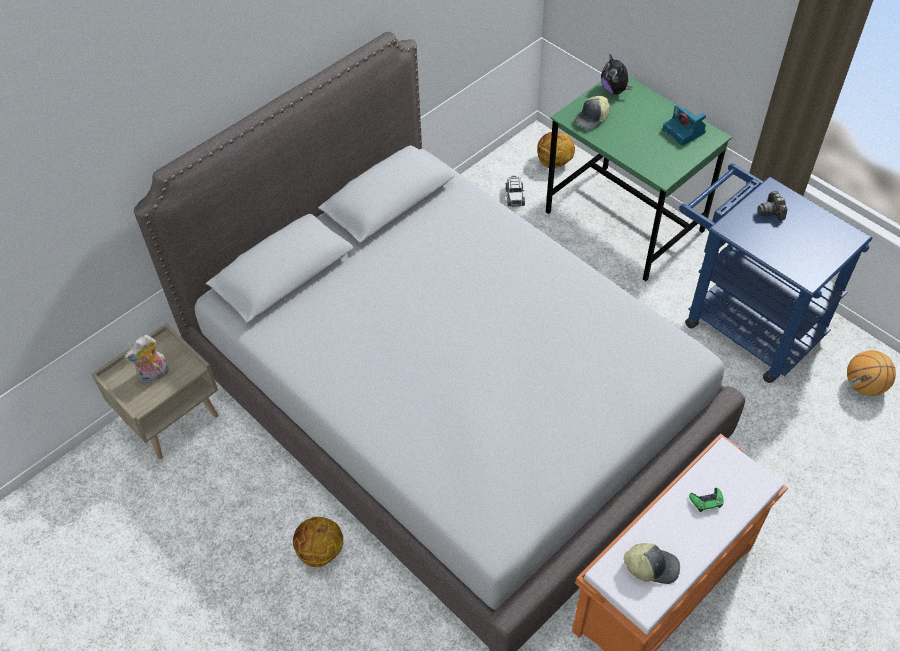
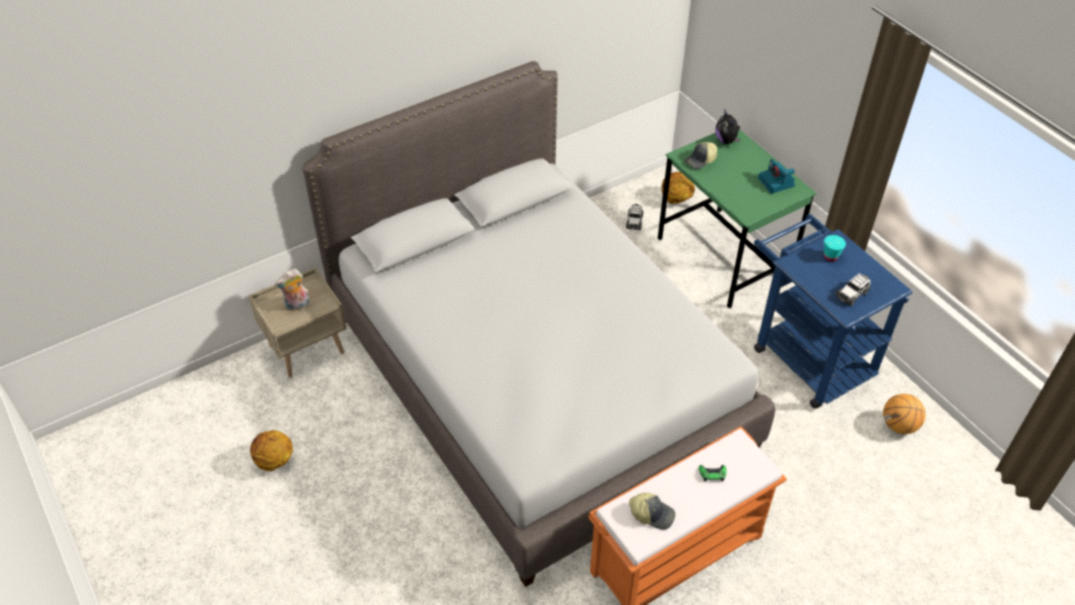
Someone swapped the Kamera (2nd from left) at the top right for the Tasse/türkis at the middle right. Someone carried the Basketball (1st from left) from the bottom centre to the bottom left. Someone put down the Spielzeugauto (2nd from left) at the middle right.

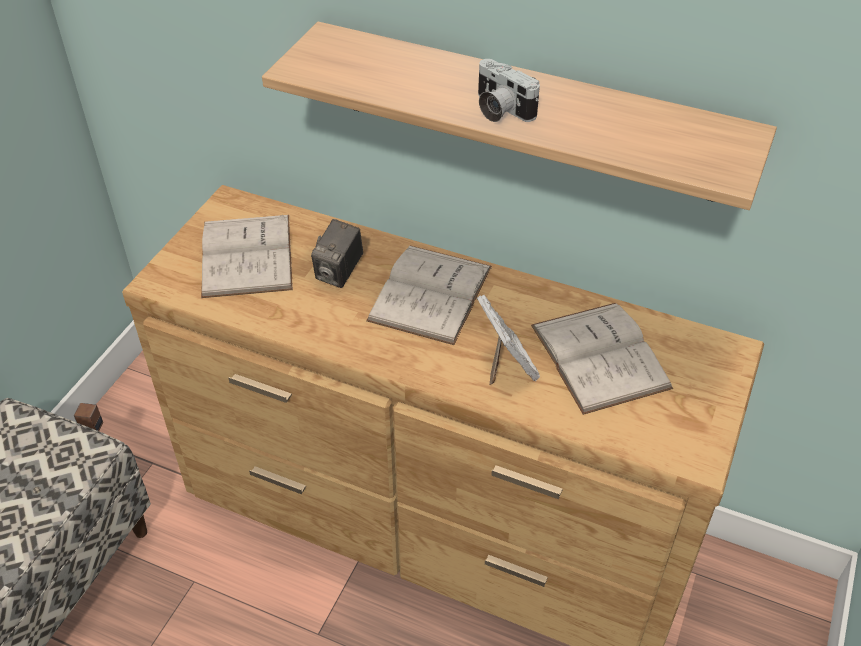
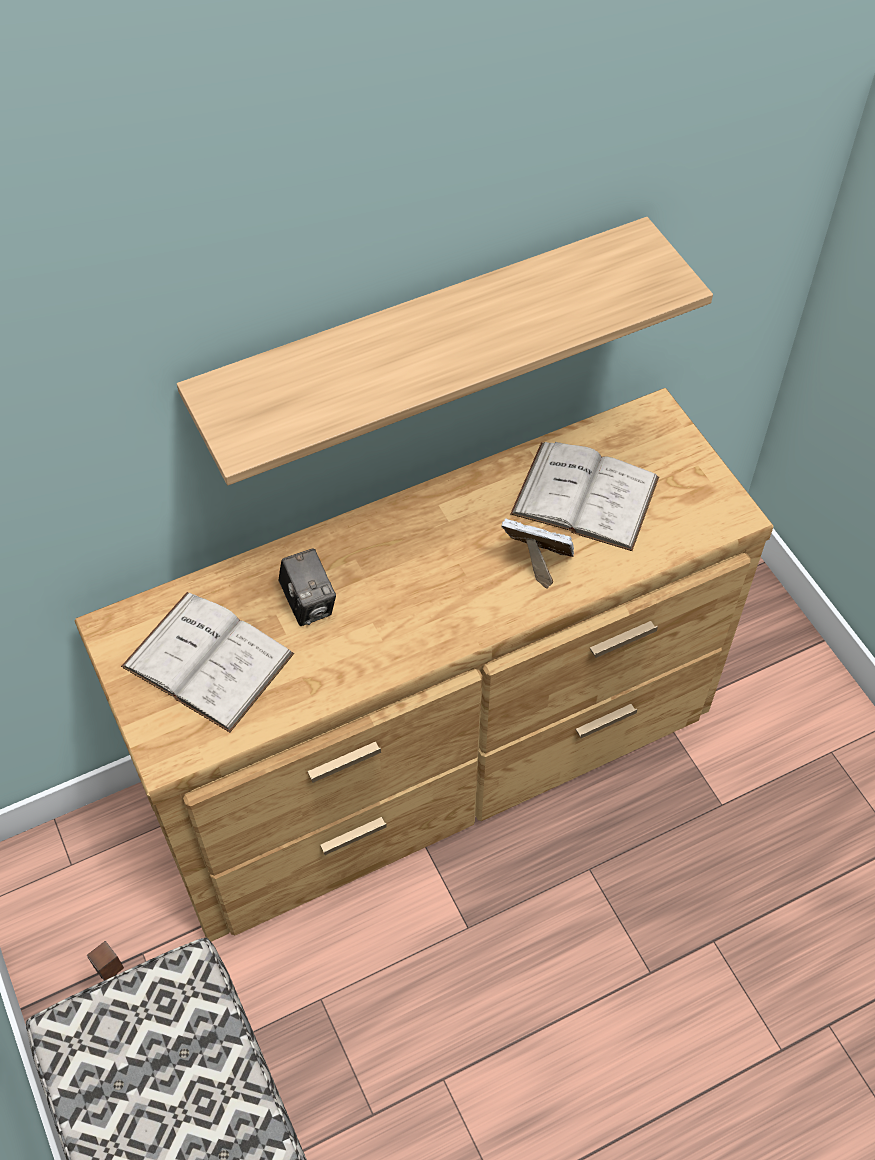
Someone took away the Kamera (2nd from left) at the top centre. Someone took away the Buch/weiß (2nd from left) at the centre.

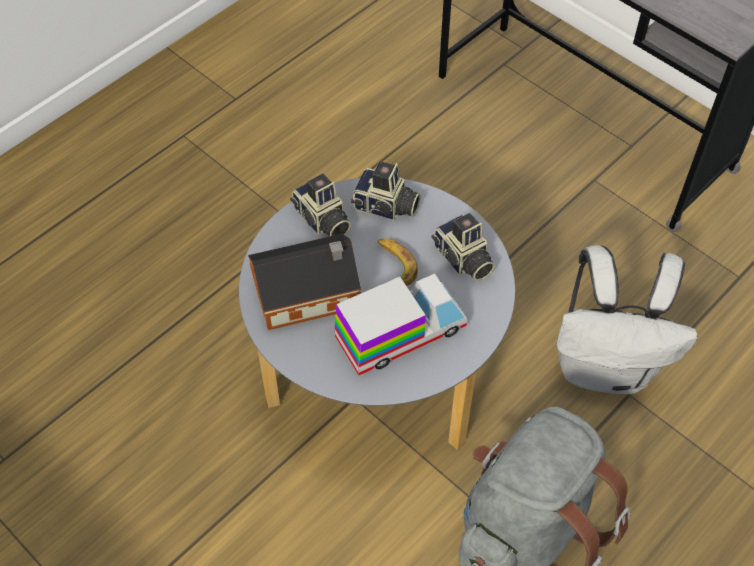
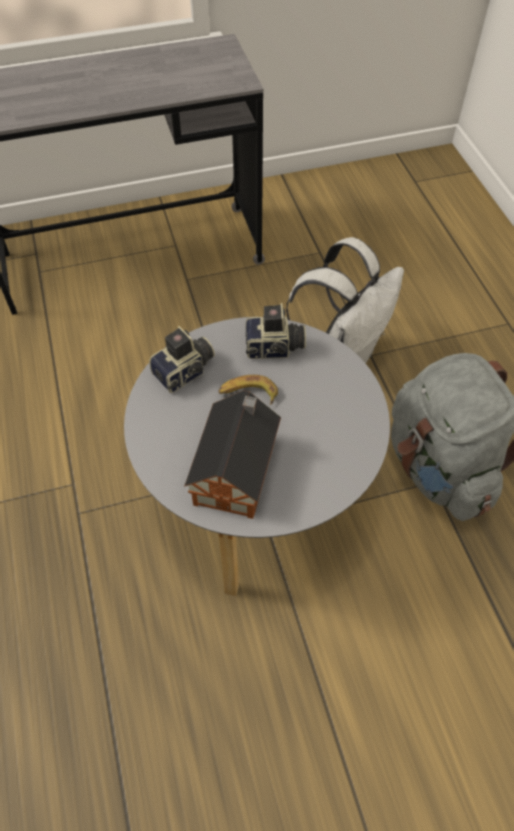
Someone took away the Kamera (1st from left) at the centre. Someone took away the Spielzeuglaster at the centre.

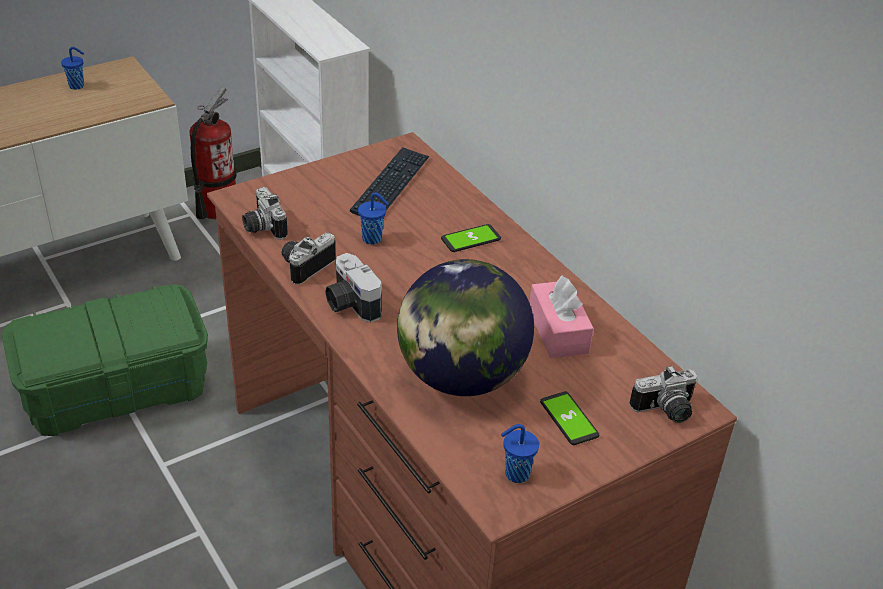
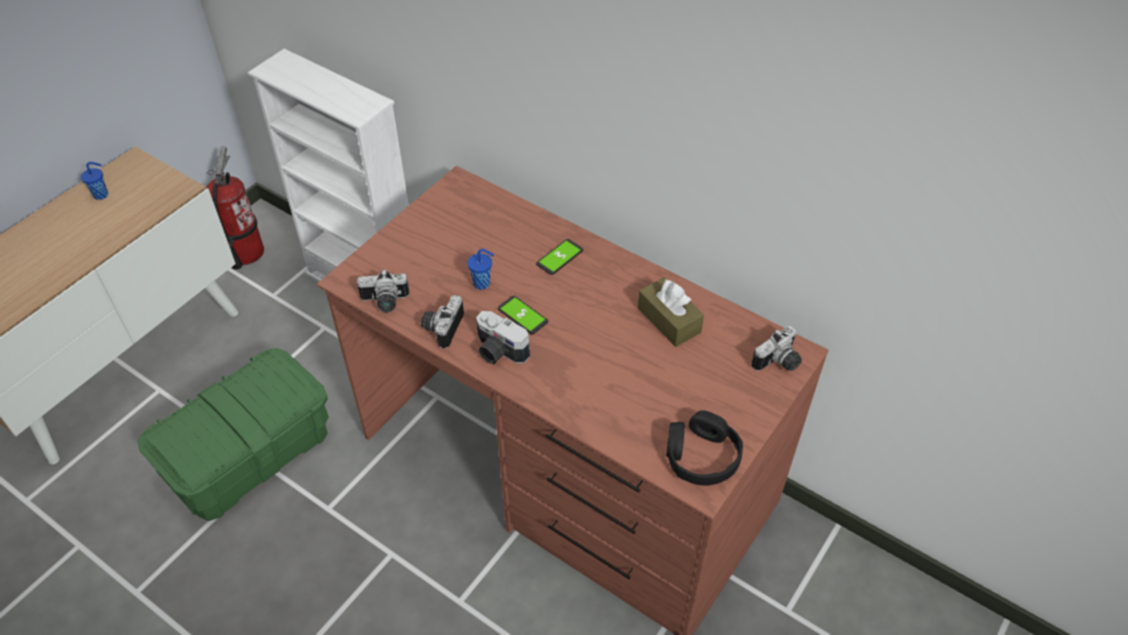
Someone took away the Tastatur at the top centre. Someone rotated the Kamera (1st from left) at the middle left by 45 degrees counterclockwise. Someone took away the Globus at the centre. Someone repainted the Taschentuchbox/rosa at the centre, which became the Taschentuchbox/braun at the centre. Someone carried the Handy (2nd from left in the first image) from the bottom centre to the centre. Someone swapped the Tasse/blau (3rd from left) at the bottom centre for the Kopfhörer/schwarz at the bottom centre.

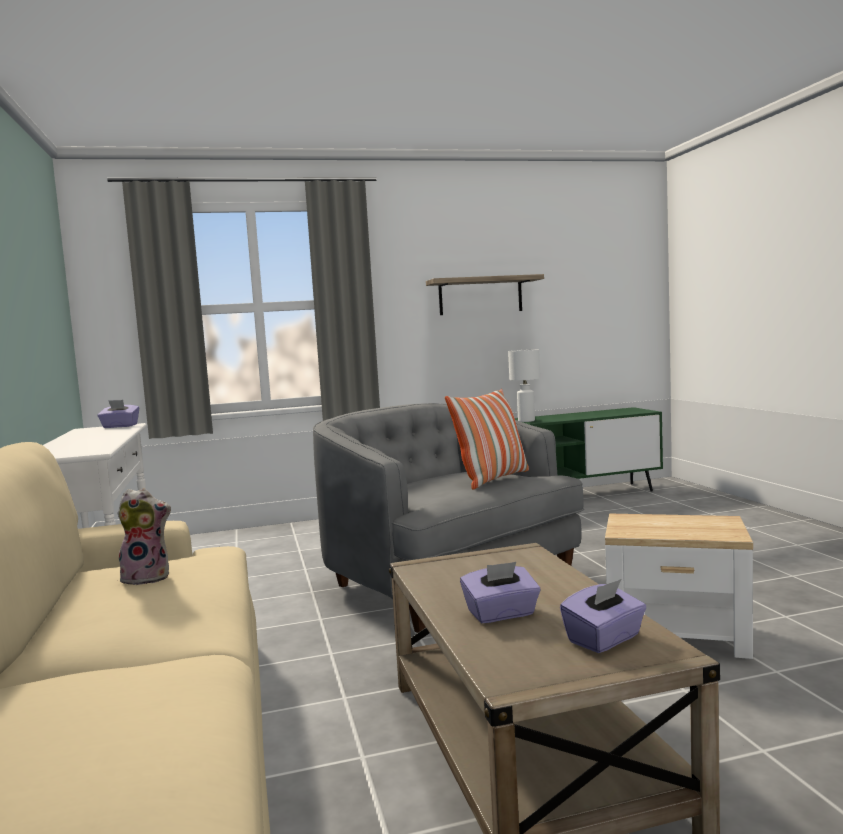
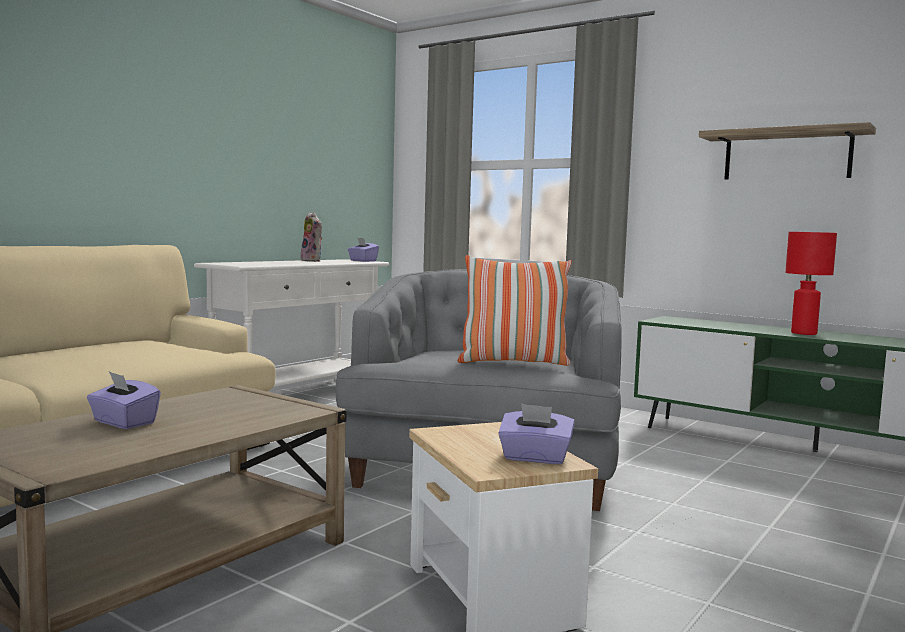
Someone repainted the Tischlampe/weiß at the centre, which became the Tischlampe/rot at the middle right. Someone carried the Plüschtier from the middle left to the centre. Someone carried the Taschentuchbox/lila (3rd from left) from the bottom right to the bottom centre.

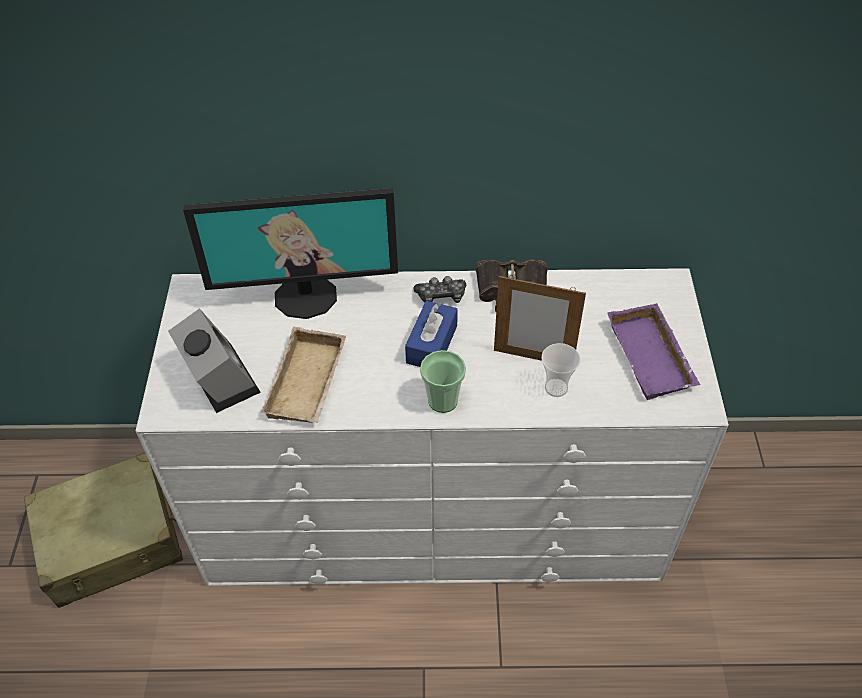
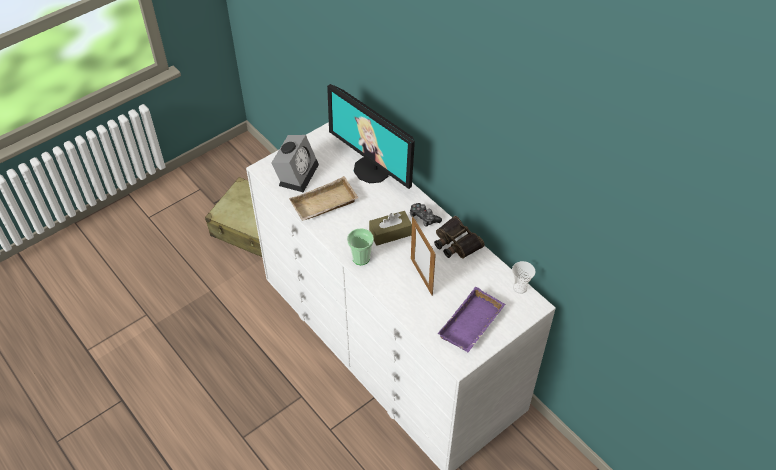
Someone repainted the Taschentuchbox/blau at the centre, which became the Taschentuchbox/braun at the centre. Someone carried the Tasse (2nd from left) from the centre to the middle right.

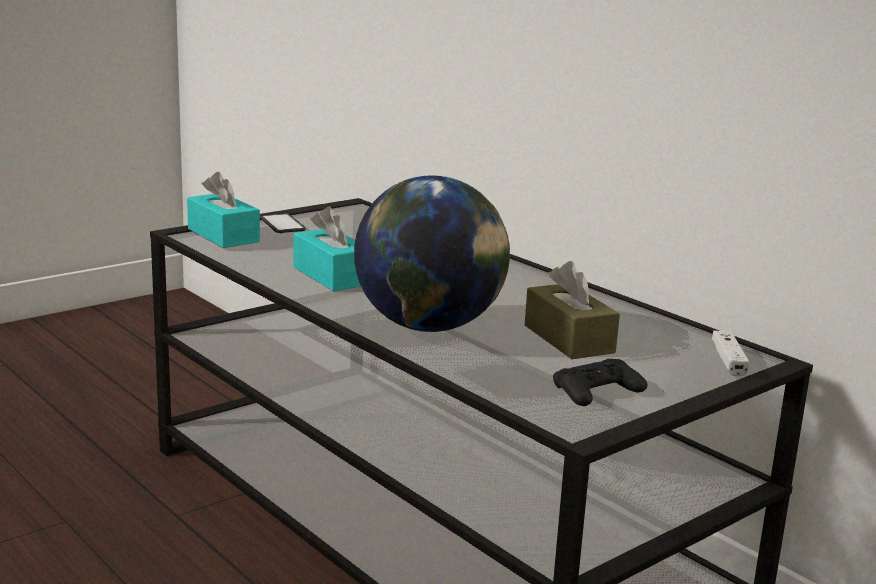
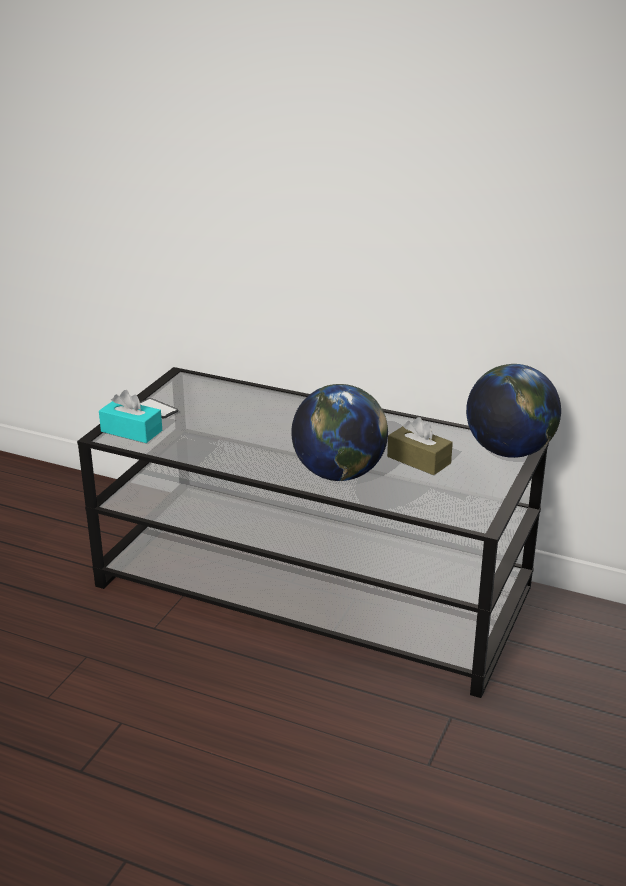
Someone took away the Taschentuchbox/türkis (2nd from left) at the centre. Someone swapped the Gamepad/weiß at the middle right for the Globus (2nd from left) at the middle right. Someone took away the Gamepad/schwarz at the middle right.

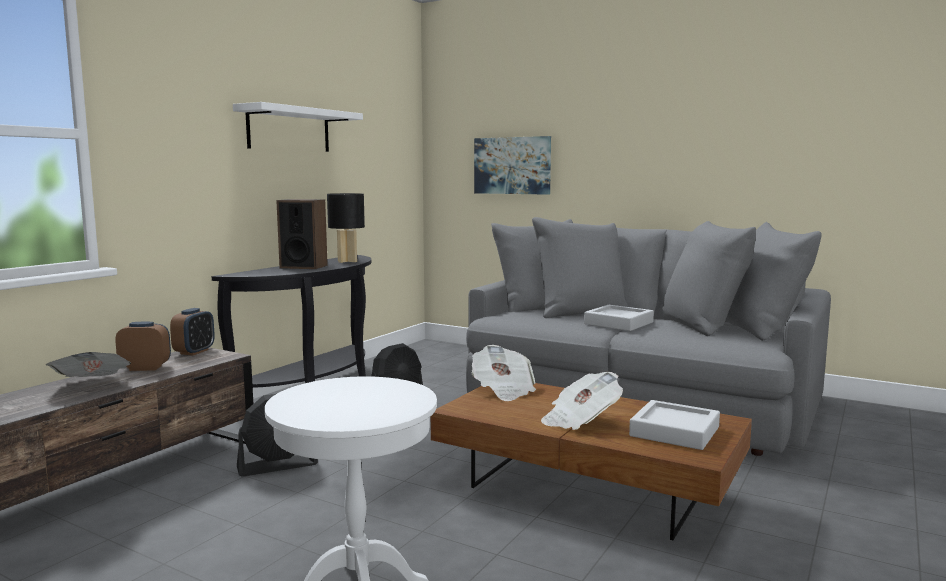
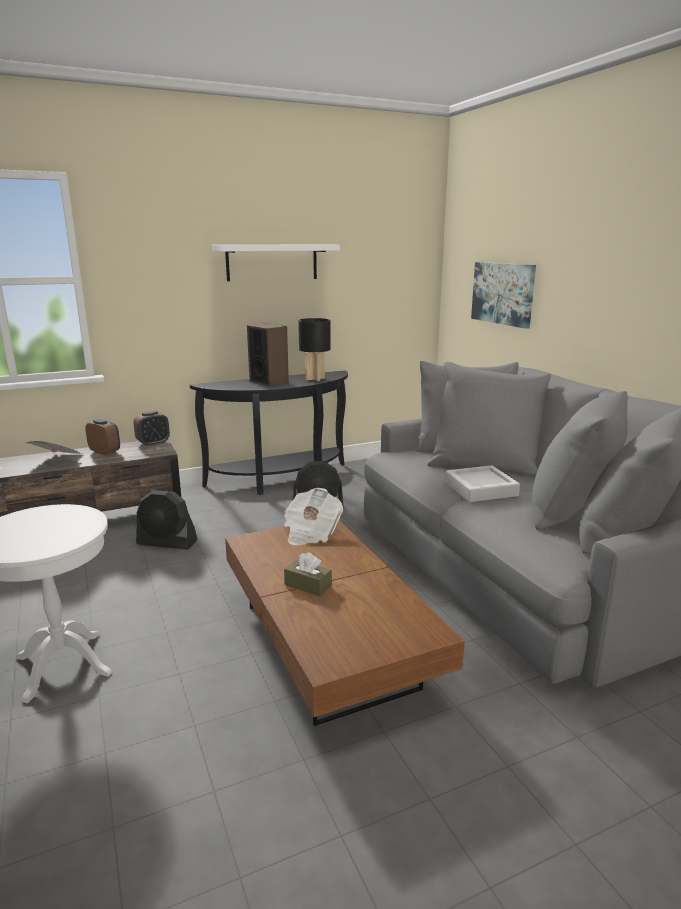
Someone swapped the Zeitung (3rd from left) at the bottom centre for the Taschentuchbox/braun at the centre. Someone took away the Tablett/grau (2nd from left) at the bottom right.

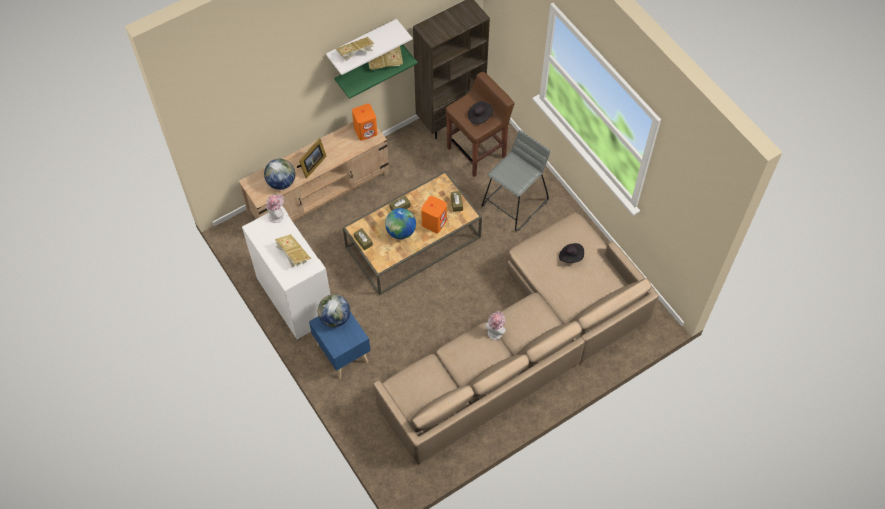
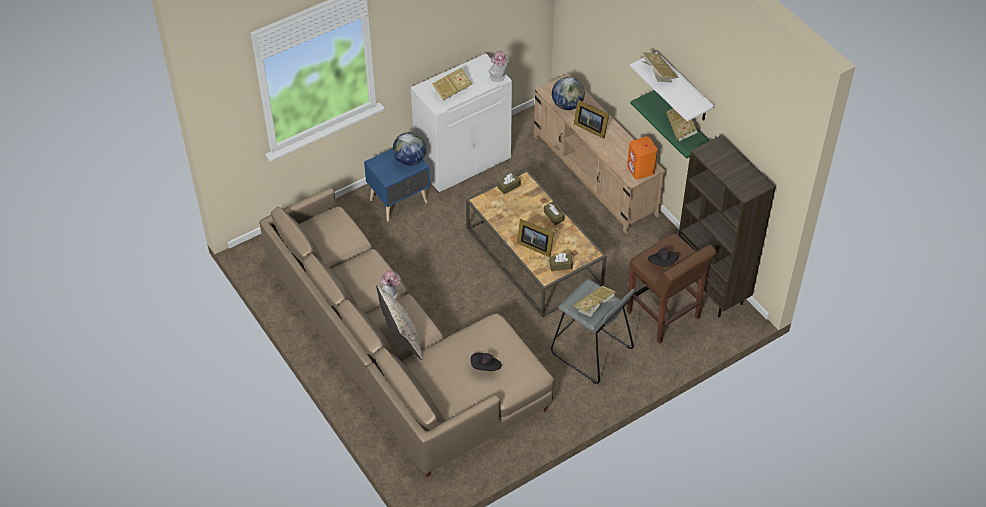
Someone swapped the Lautsprecher/orange (2nd from left) at the centre for the Bilderrahmen (1st from left) at the centre. Someone took away the Globus (3rd from left) at the centre. Someone put down the Kissen/beige at the centre. Someone put down the Buch (2nd from left) at the centre.

